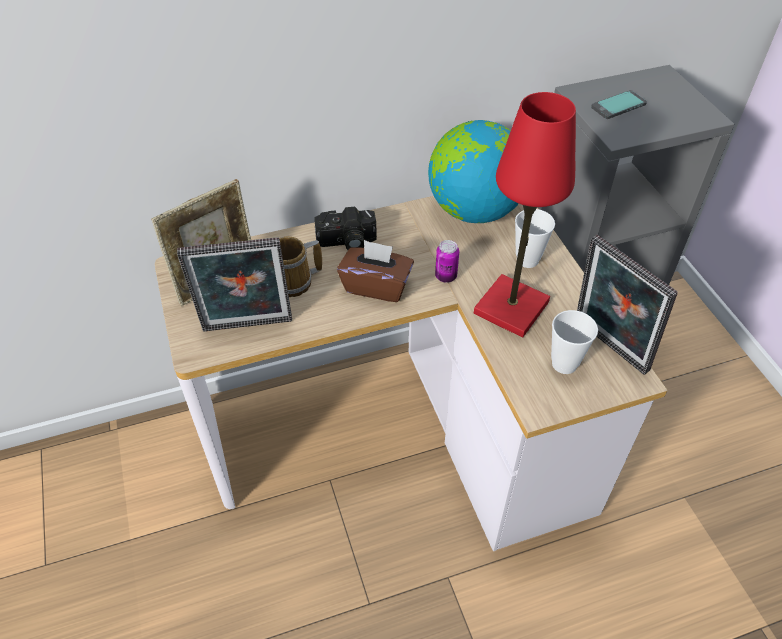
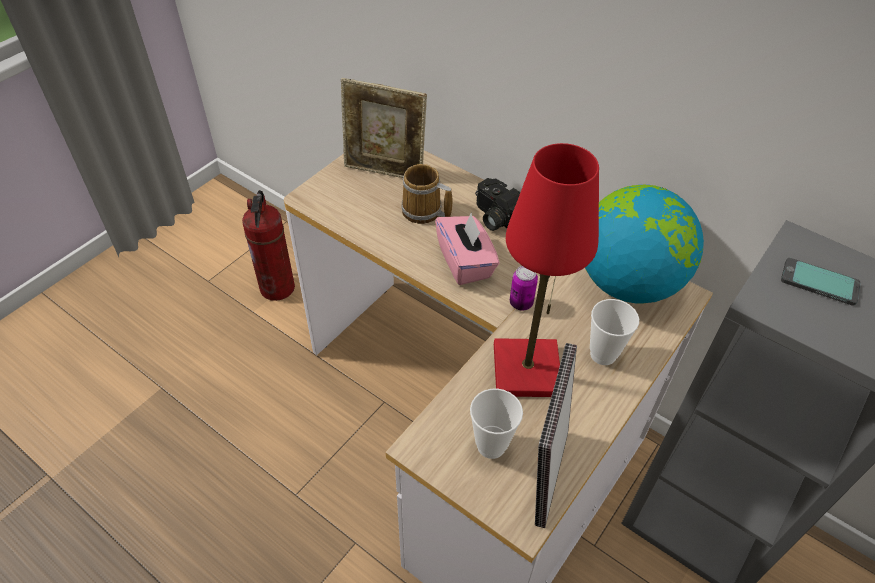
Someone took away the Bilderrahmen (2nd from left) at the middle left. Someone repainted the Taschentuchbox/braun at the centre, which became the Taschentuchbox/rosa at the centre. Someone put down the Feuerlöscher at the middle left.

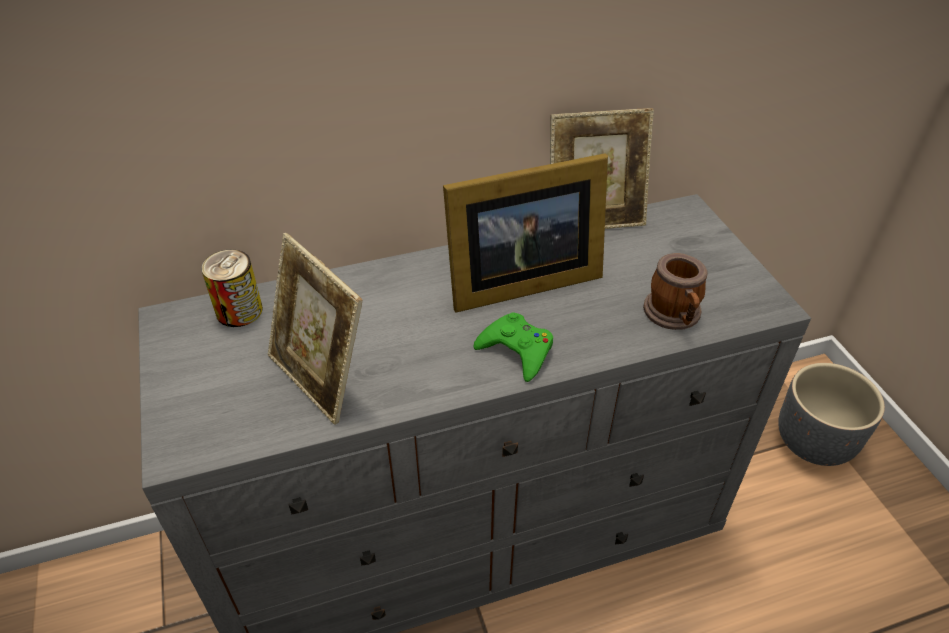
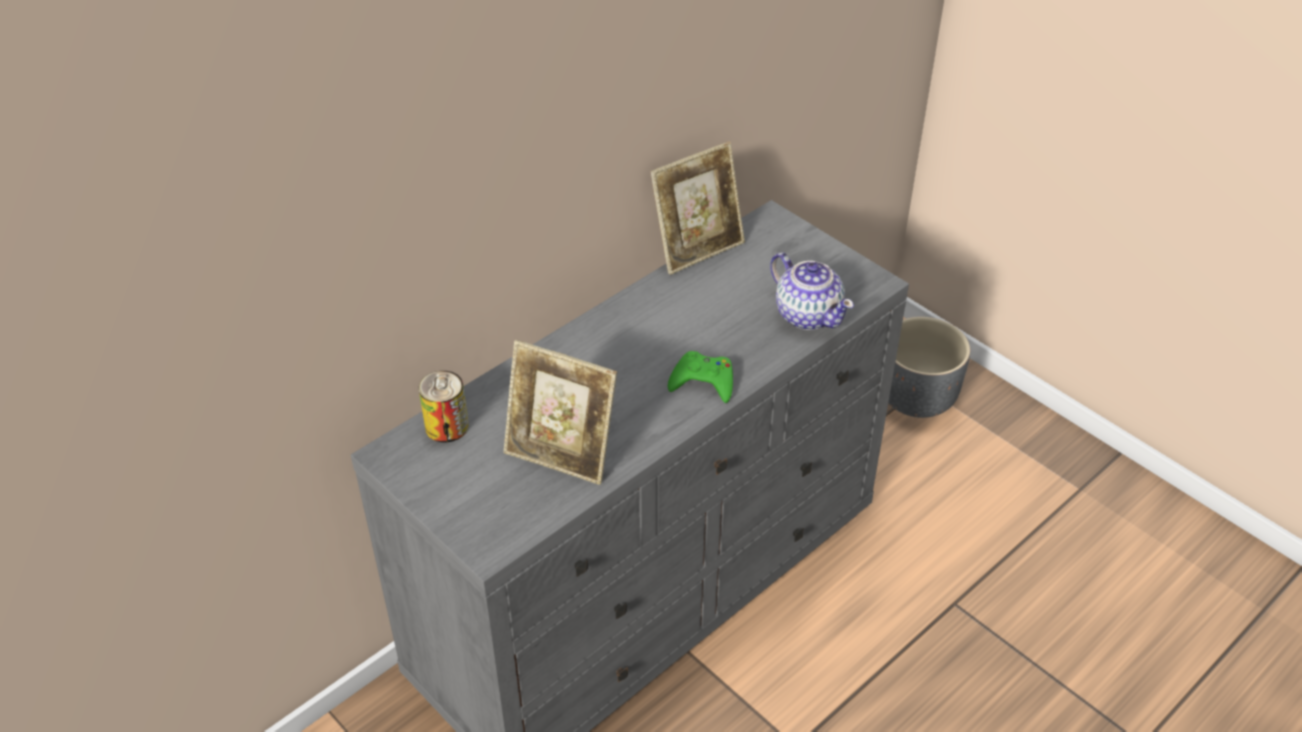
Someone took away the Bilderrahmen (2nd from left) at the centre. Someone swapped the Henkelbecher at the middle right for the Teekanne at the centre.

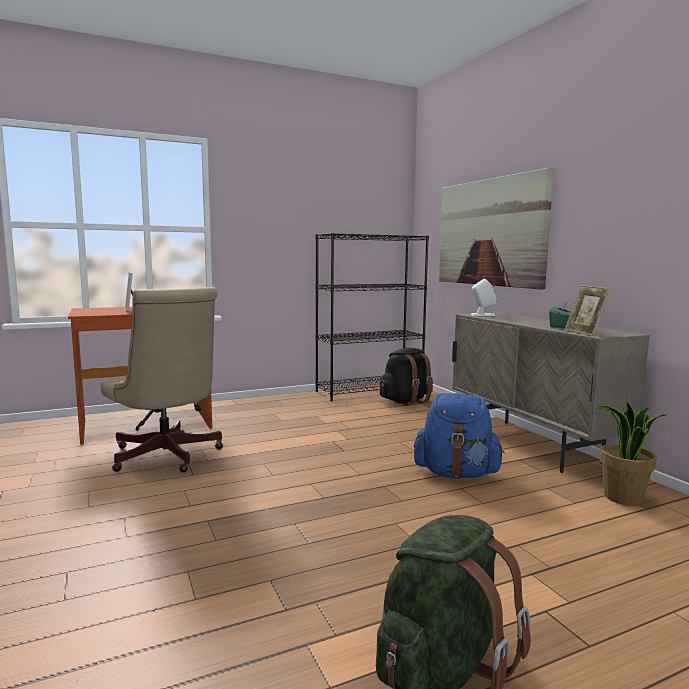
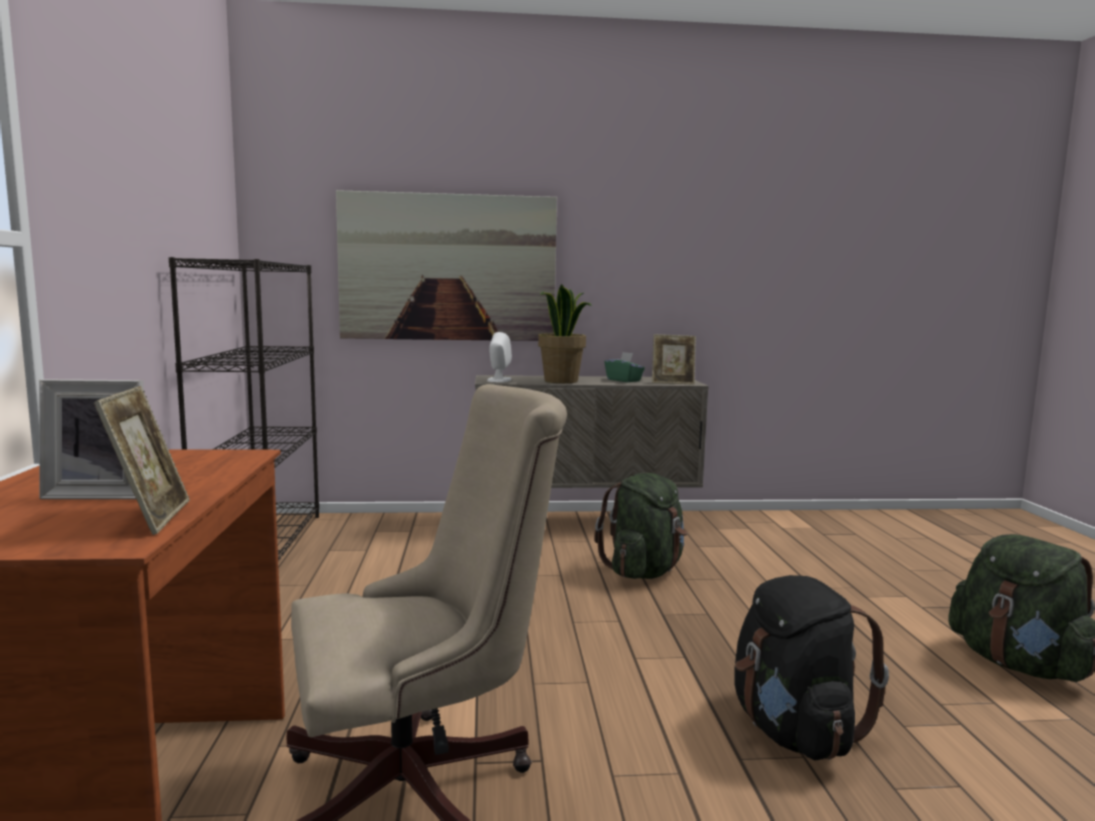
Someone carried the Rucksack/schwarz from the centre to the bottom right. Someone repainted the Rucksack/blau at the centre, which became the Rucksack/grün (1st from left) at the centre. Someone carried the Topfpflanze from the middle right to the centre. Someone put down the Bilderrahmen (2nd from left) at the middle left.

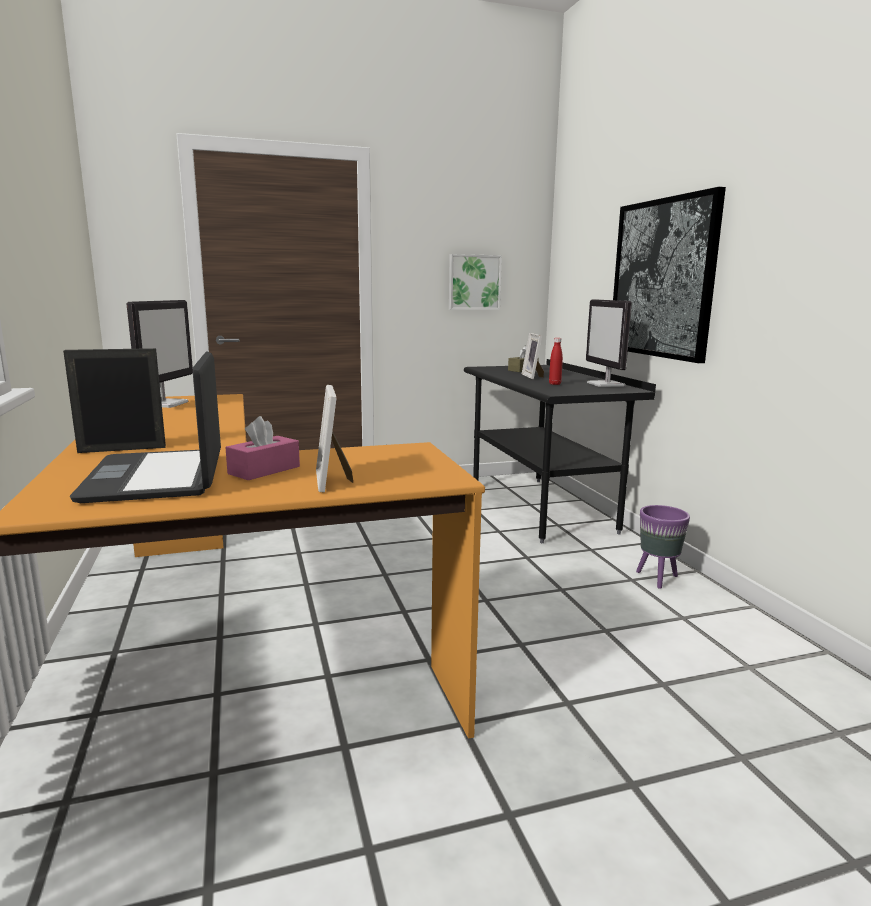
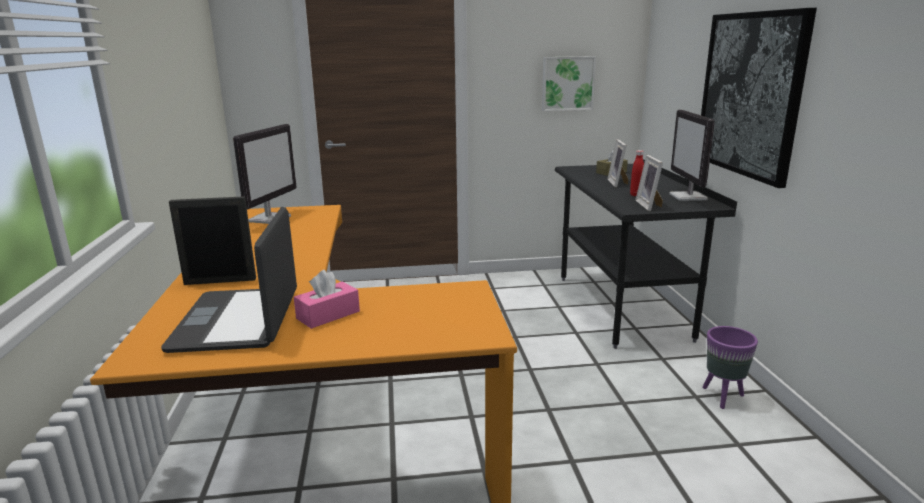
Someone carried the Bilderrahmen (2nd from left in the first image) from the centre to the middle right.

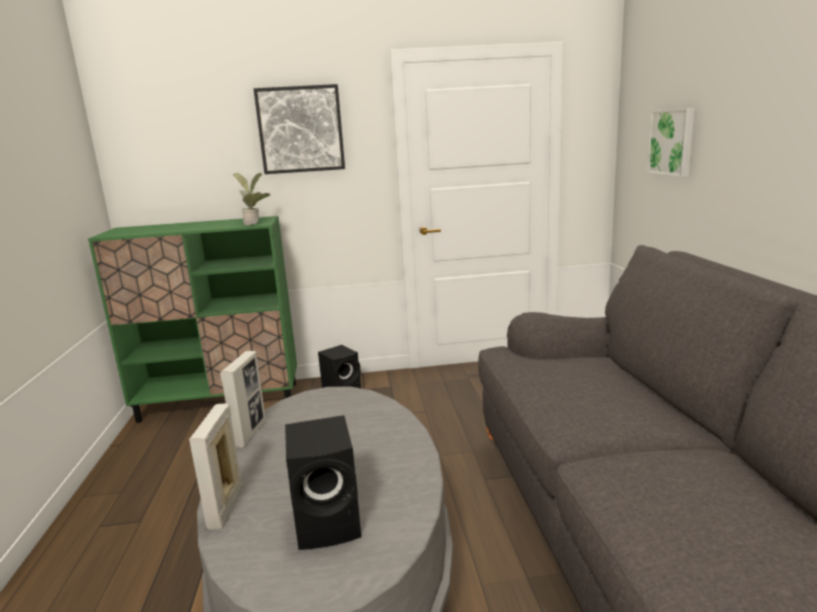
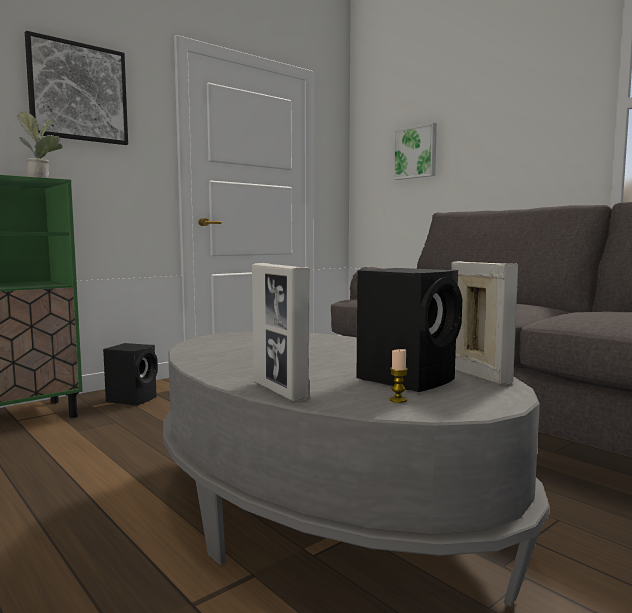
Someone carried the Bilderrahmen (2nd from left) from the middle left to the middle right. Someone put down the Kerze at the centre.

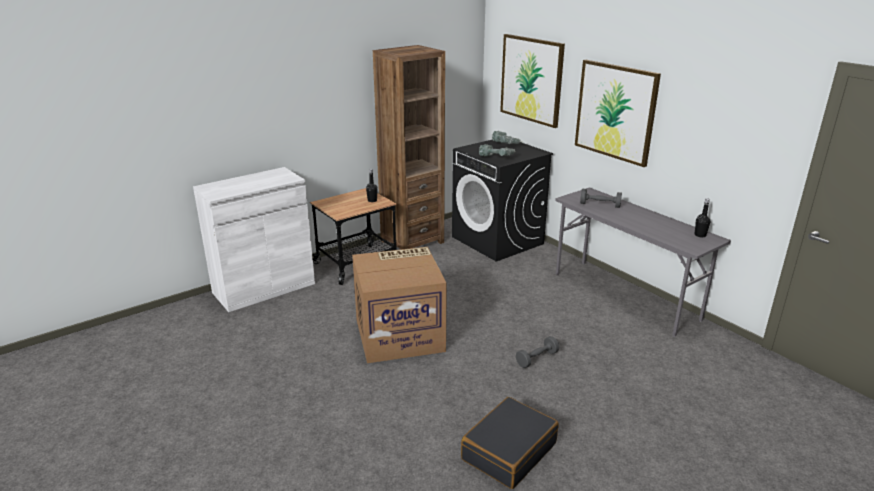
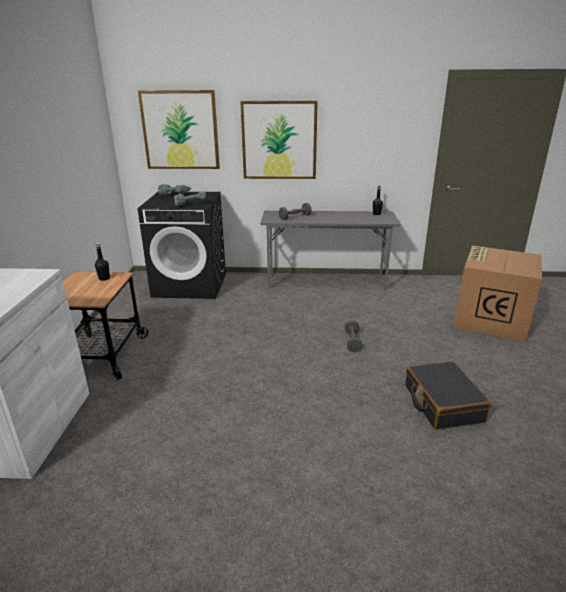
Someone took away the Bücherregal/braun at the top centre. Someone carried the Karton from the centre to the middle right.

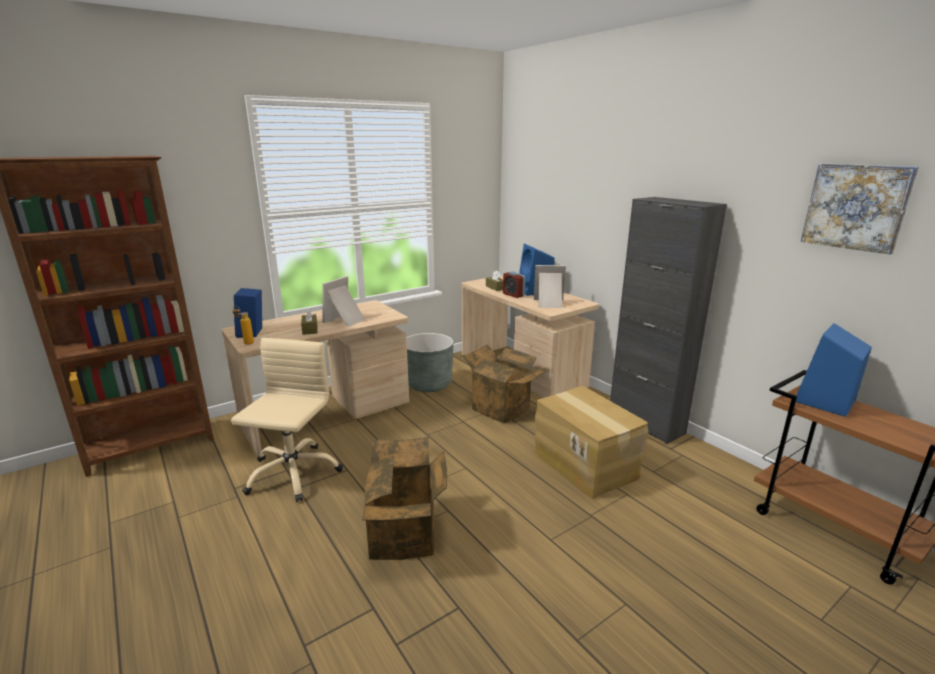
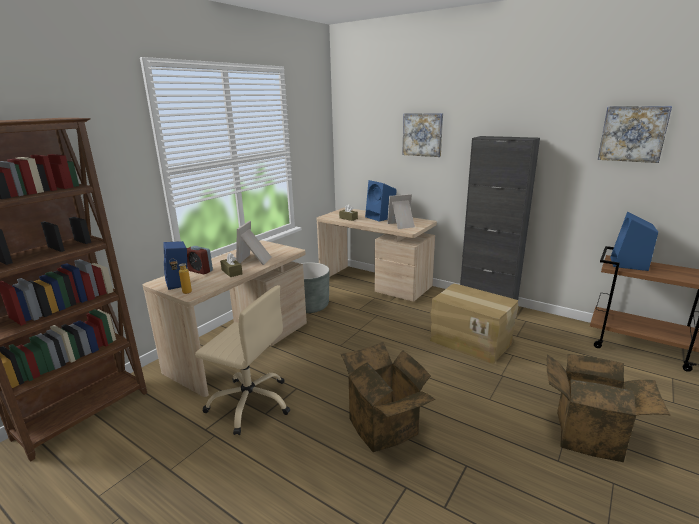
Someone carried the Wecker from the centre to the middle left. Someone rotated the Bürostuhl/beige at the middle left by 120 degrees clockwise. Someone carried the Karton (2nd from left in the first image) from the centre to the bottom right. Someone put up the Bild (1st from left) at the top centre.

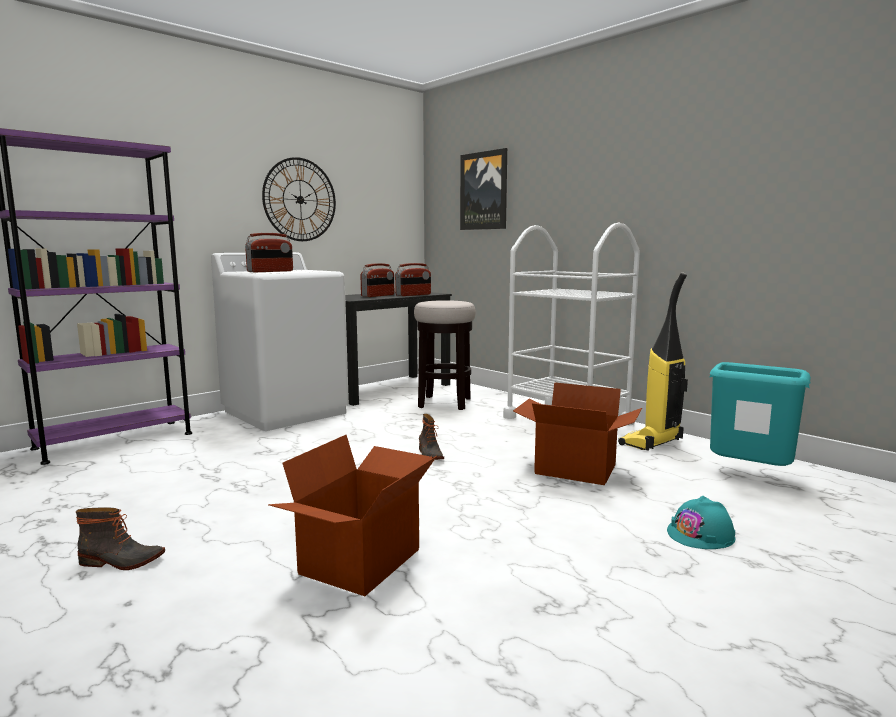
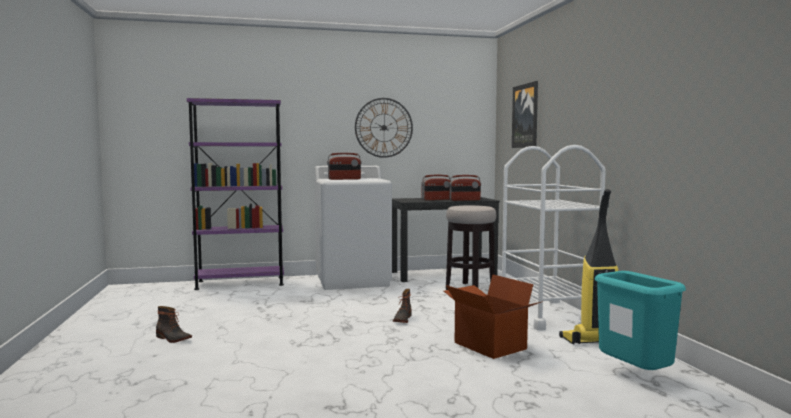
Someone took away the Karton (1st from left) at the bottom centre. Someone took away the Schutzhelm/türkis at the bottom right.

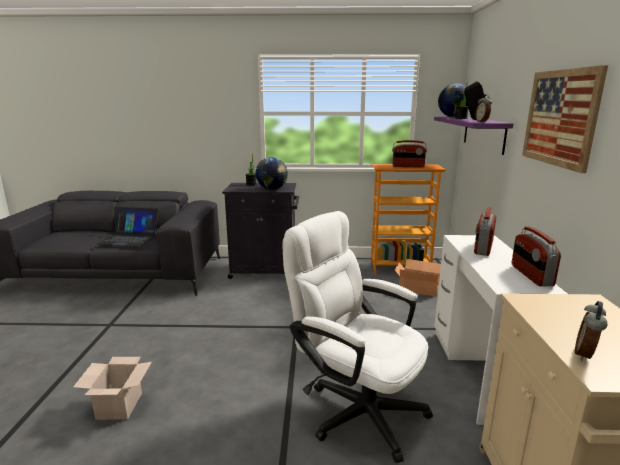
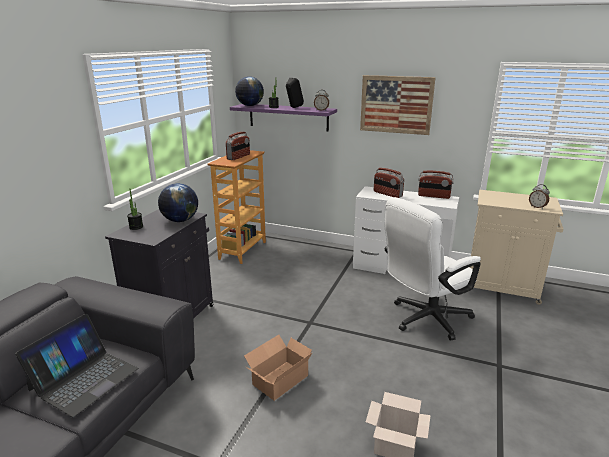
Someone carried the Karton (2nd from left in the first image) from the middle right to the bottom centre.

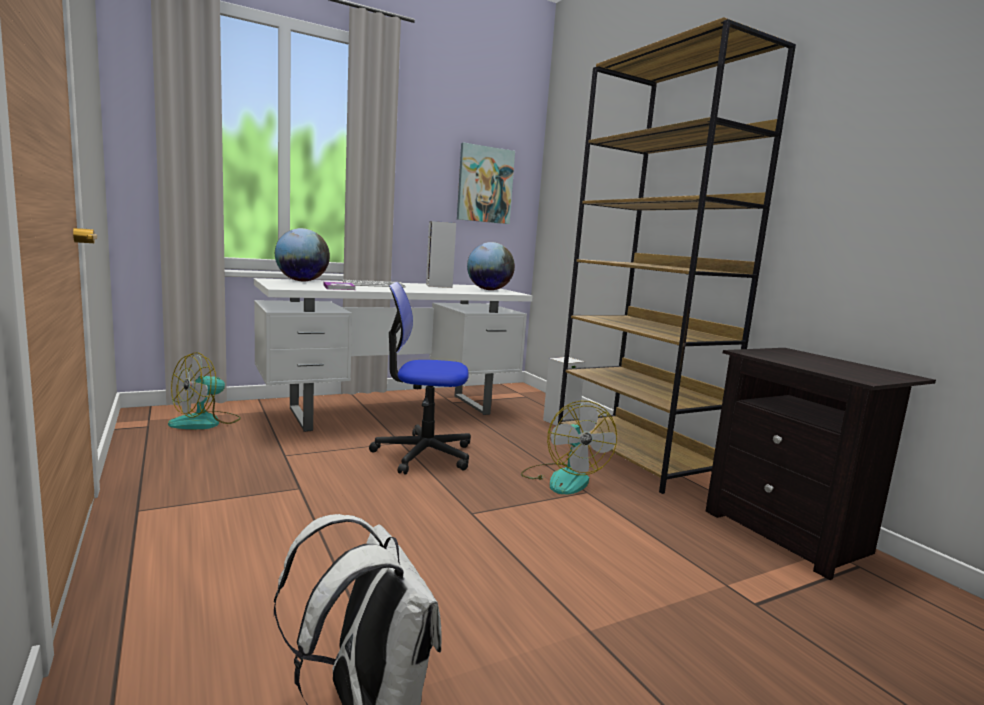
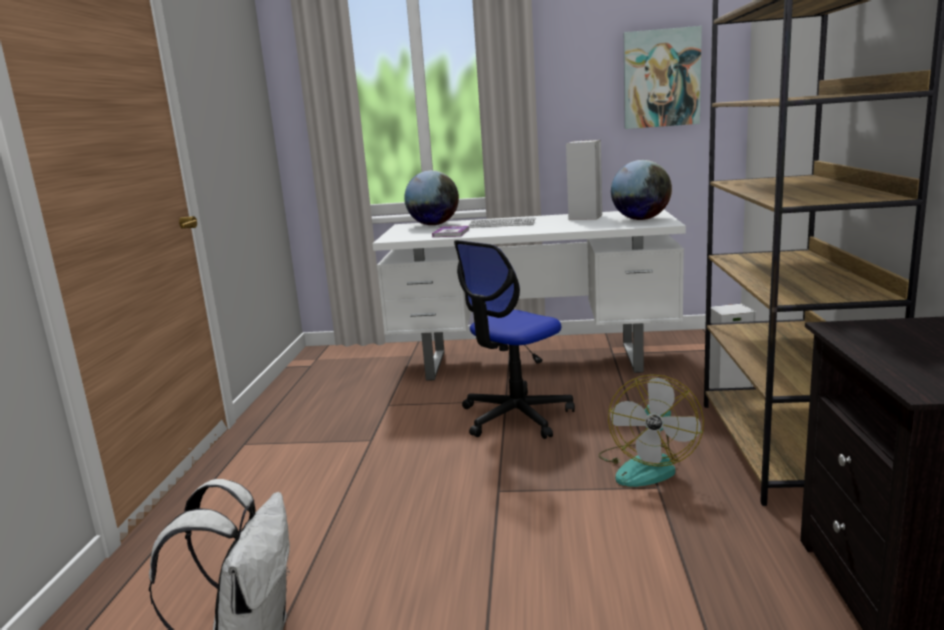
Someone rotated the Bürostuhl at the centre by 75 degrees counterclockwise. Someone took away the Ventilator (1st from left) at the middle left.

